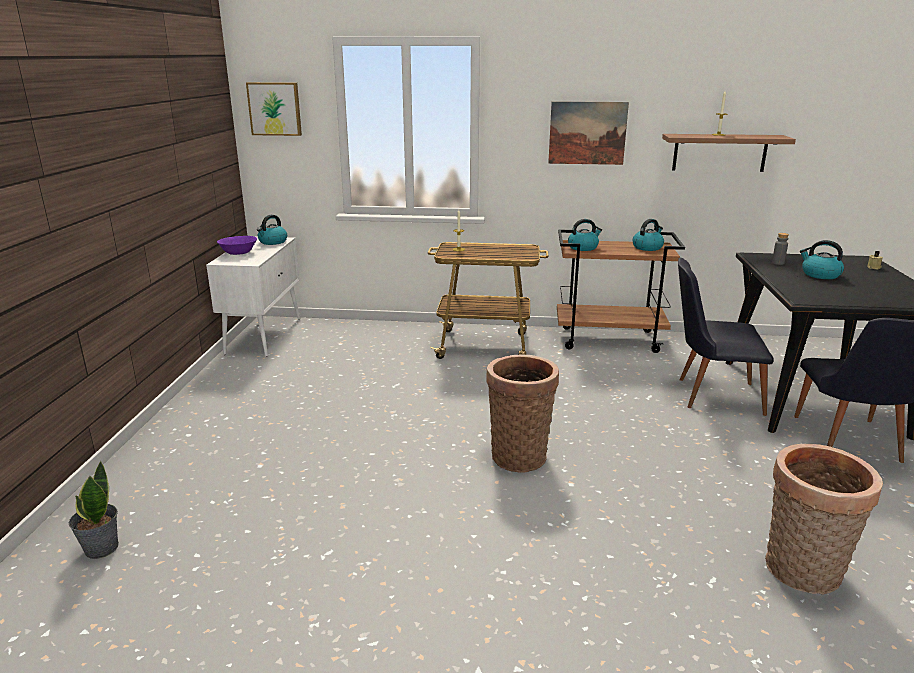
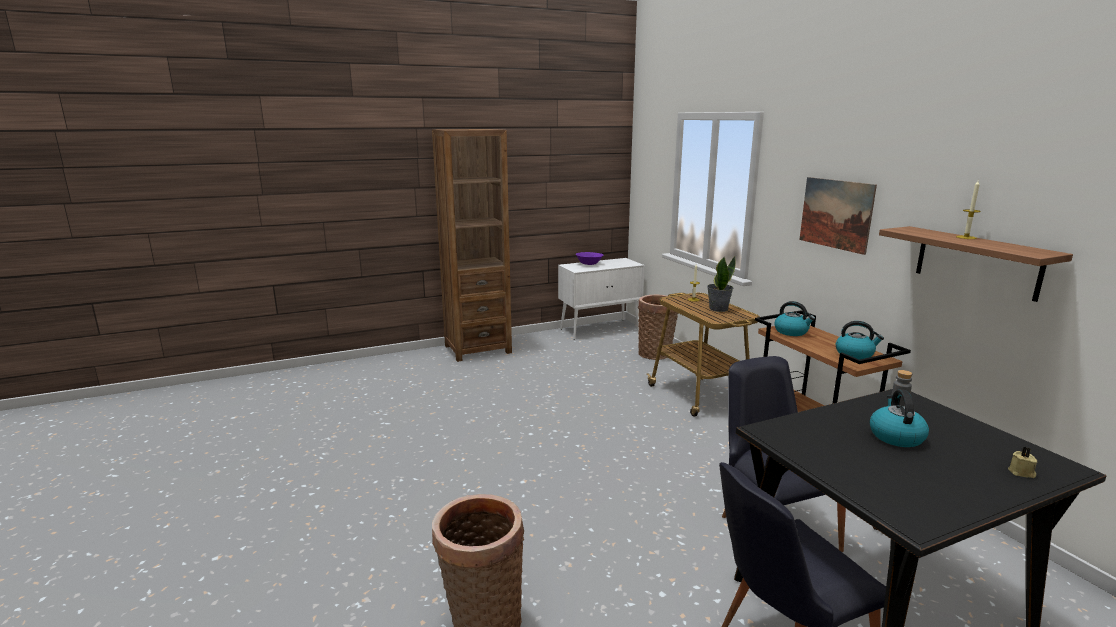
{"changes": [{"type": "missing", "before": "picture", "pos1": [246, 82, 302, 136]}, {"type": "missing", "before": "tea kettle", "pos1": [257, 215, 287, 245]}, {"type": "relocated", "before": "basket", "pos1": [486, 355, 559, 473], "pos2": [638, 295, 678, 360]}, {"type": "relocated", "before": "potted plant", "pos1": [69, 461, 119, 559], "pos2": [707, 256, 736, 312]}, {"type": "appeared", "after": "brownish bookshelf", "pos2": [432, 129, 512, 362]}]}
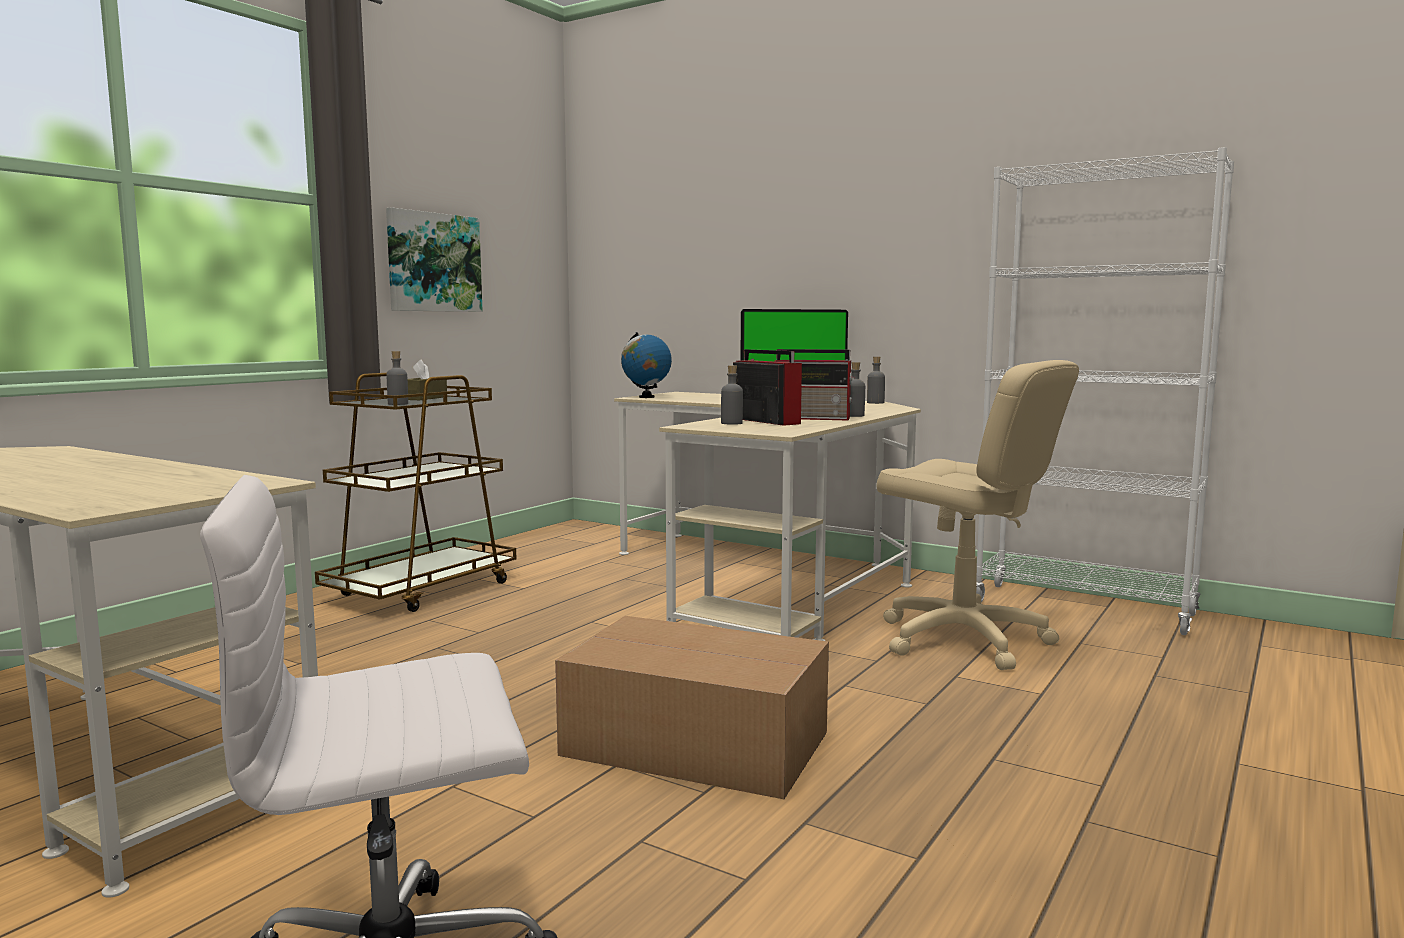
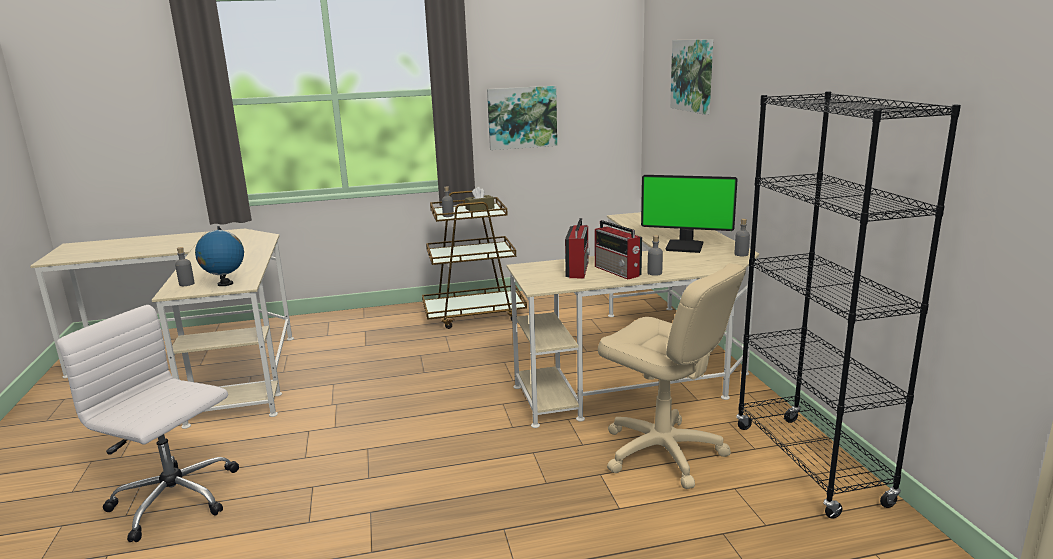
{"changes": [{"type": "colour", "before": "white bookshelf", "after": "black-coloured bookshelf", "pos1": [976, 147, 1234, 635], "pos2": [736, 91, 961, 519]}, {"type": "relocated", "before": "desk globe", "pos1": [621, 332, 672, 398], "pos2": [195, 226, 244, 286]}, {"type": "spun", "before": "sand-coloured office chair", "pos1": [877, 360, 1079, 670], "pos2": [598, 263, 746, 489], "turn": -45}, {"type": "relocated", "before": "gray bottle", "pos1": [721, 365, 743, 425], "pos2": [175, 247, 195, 286]}, {"type": "missing", "before": "carton", "pos1": [555, 616, 829, 799]}, {"type": "appeared", "after": "picture", "pos2": [670, 40, 713, 115]}]}
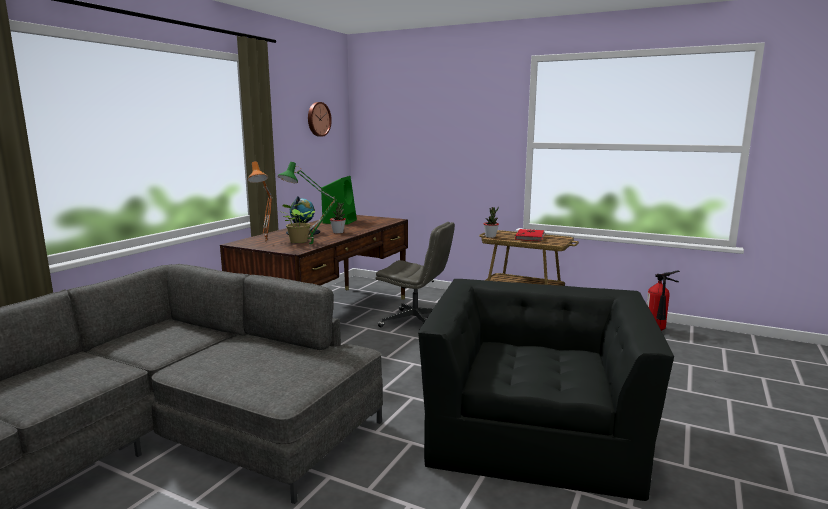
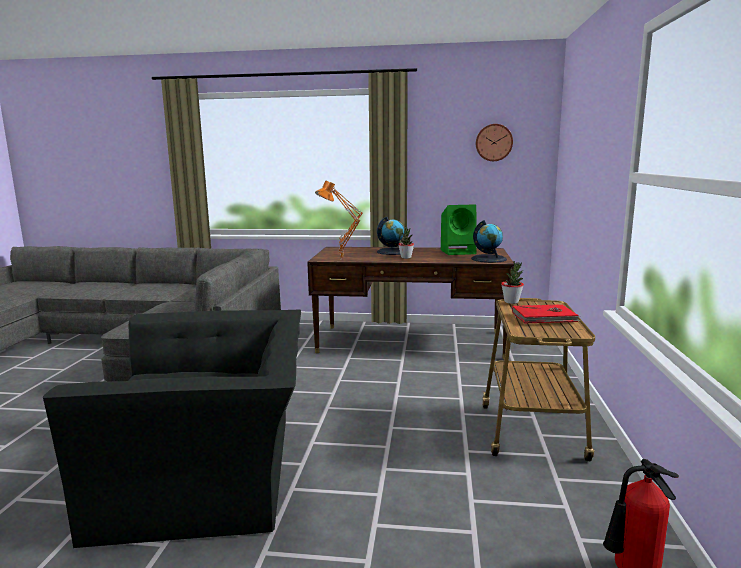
{"changes": [{"type": "colour", "before": "green lamp for a table", "after": "orange-coloured lamp for a table", "pos1": [278, 162, 337, 244], "pos2": [318, 182, 360, 260]}, {"type": "missing", "before": "potted plant", "pos1": [279, 203, 315, 243]}, {"type": "missing", "before": "gray office chair", "pos1": [376, 222, 455, 327]}, {"type": "appeared", "after": "desk globe", "pos2": [471, 220, 507, 263]}]}
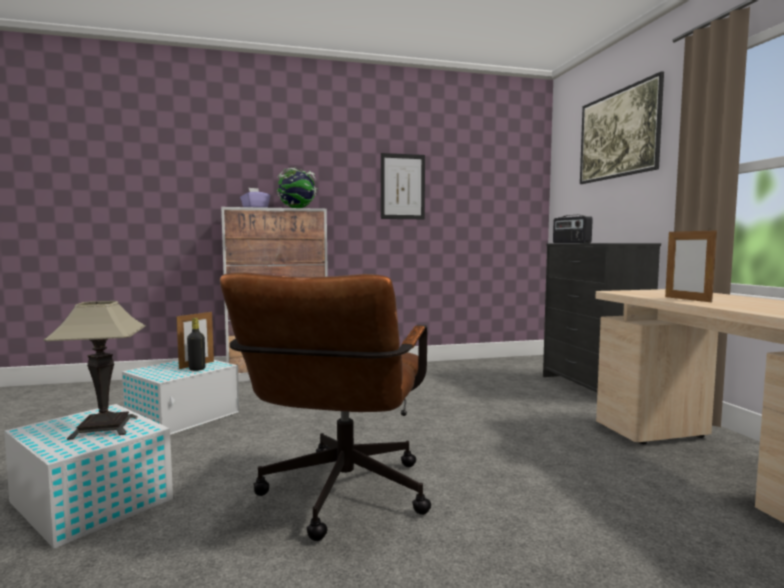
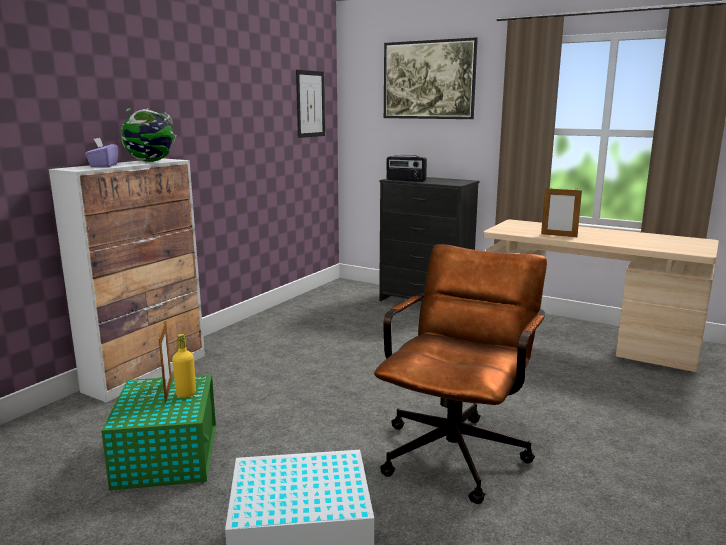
{"changes": [{"type": "relocated", "before": "picture", "pos1": [381, 153, 425, 219], "pos2": [296, 70, 325, 138]}, {"type": "spun", "before": "brownish office chair", "pos1": [220, 272, 431, 541], "pos2": [374, 244, 547, 504], "turn": -120}, {"type": "missing", "before": "lamp for a table", "pos1": [43, 301, 146, 440]}, {"type": "colour", "before": "black-coloured bottle", "after": "yellowish bottle", "pos1": [187, 318, 205, 371], "pos2": [172, 334, 196, 398]}, {"type": "colour", "before": "white storage container", "after": "green storage container", "pos1": [122, 360, 239, 435], "pos2": [101, 375, 216, 490]}]}
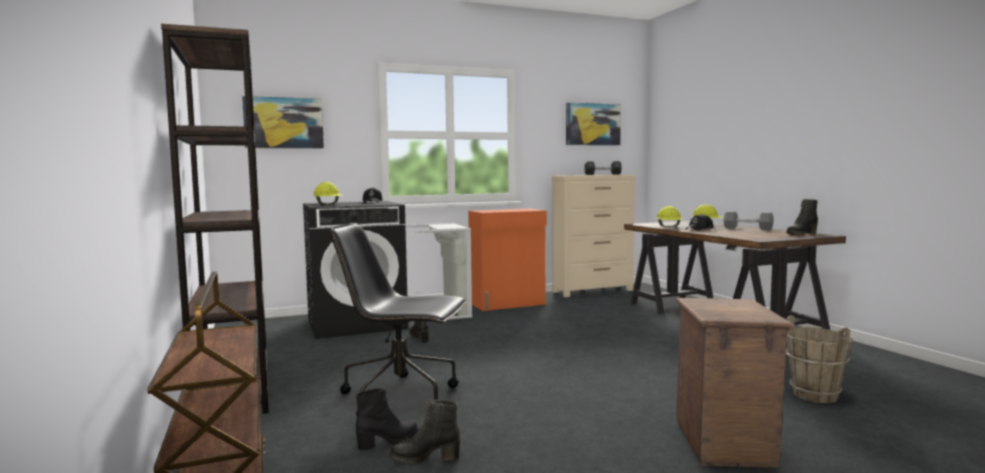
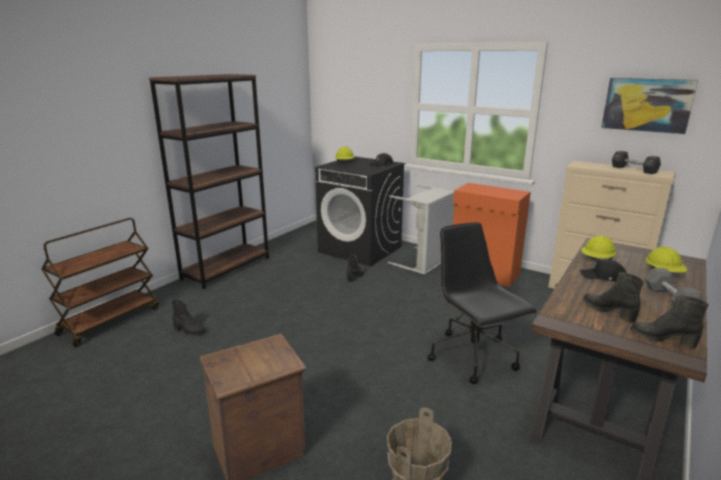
{"changes": [{"type": "missing", "before": "picture", "pos1": [242, 96, 324, 148]}, {"type": "relocated", "before": "black-coloured office chair", "pos1": [330, 223, 467, 416], "pos2": [428, 223, 538, 384]}, {"type": "relocated", "before": "black-coloured tall boot", "pos1": [390, 400, 460, 464], "pos2": [583, 272, 644, 323]}]}
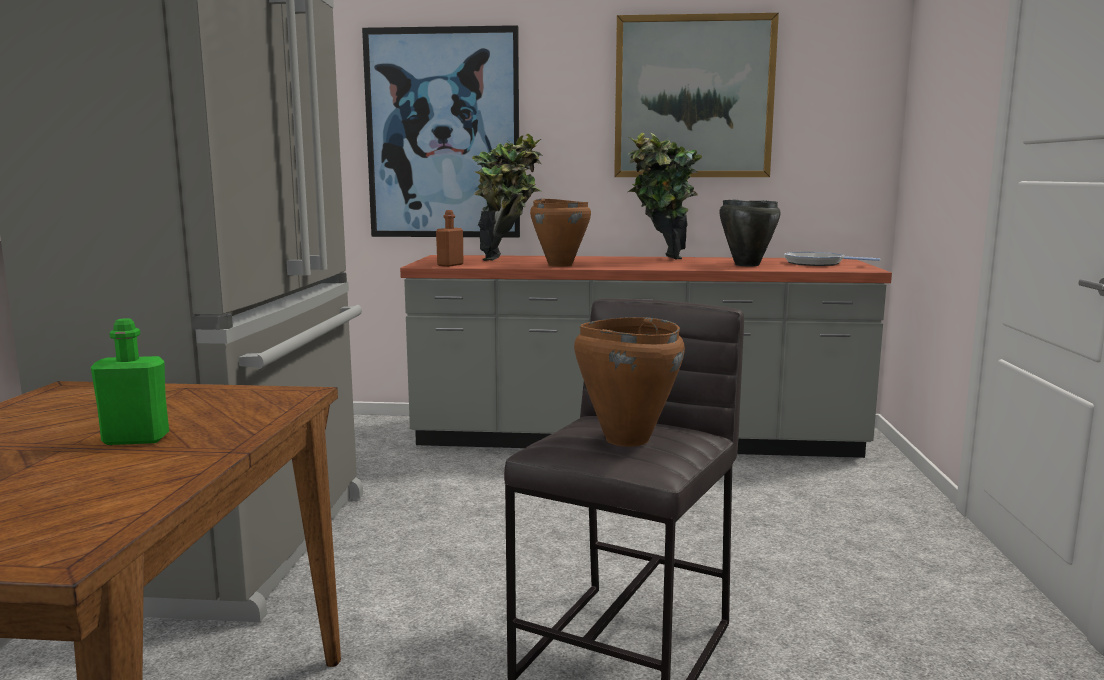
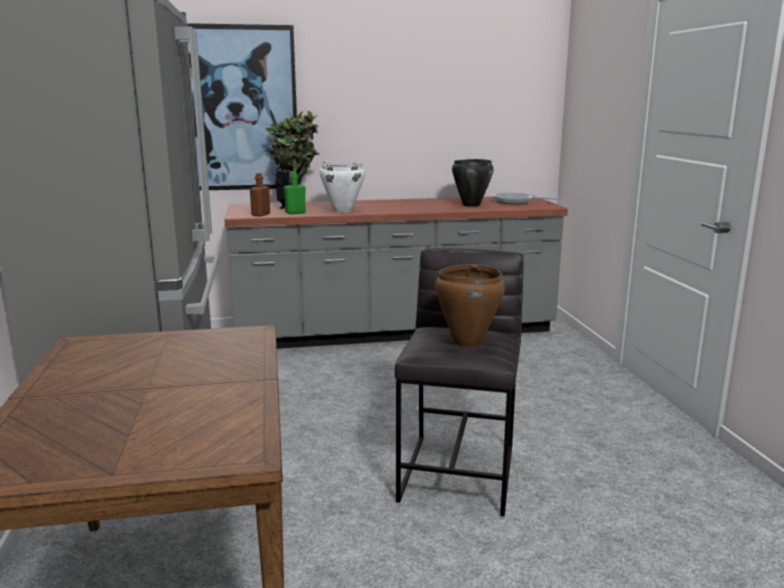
{"changes": [{"type": "missing", "before": "picture", "pos1": [614, 13, 779, 177]}, {"type": "missing", "before": "potted plant", "pos1": [628, 133, 702, 259]}, {"type": "colour", "before": "brownish saucepot", "after": "white saucepot", "pos1": [530, 198, 591, 267], "pos2": [320, 162, 365, 213]}, {"type": "relocated", "before": "green bottle", "pos1": [91, 319, 169, 445], "pos2": [283, 172, 306, 214]}]}
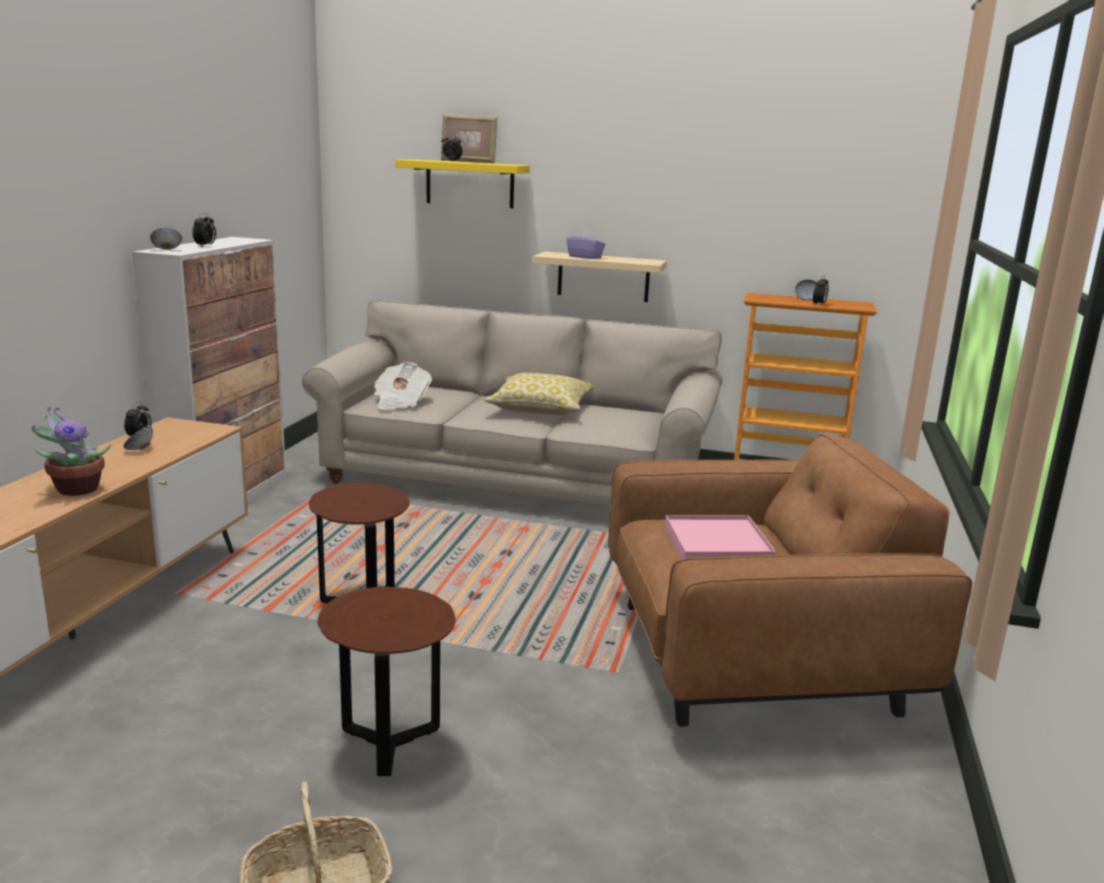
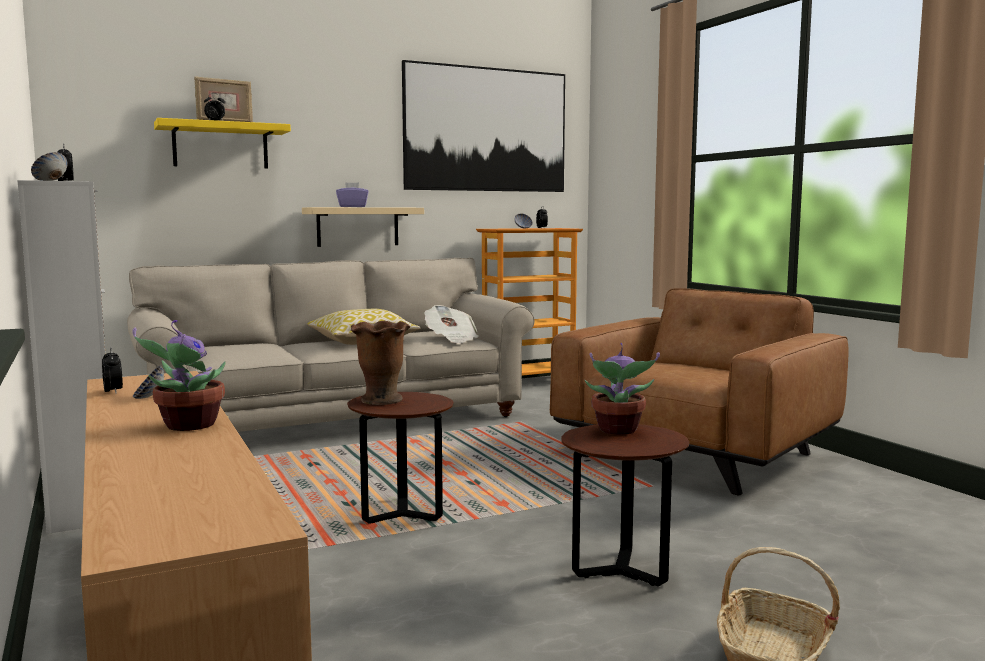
{"changes": [{"type": "relocated", "before": "newspaper", "pos1": [374, 362, 432, 410], "pos2": [424, 305, 479, 344]}, {"type": "missing", "before": "pink-coloured tray", "pos1": [665, 515, 776, 559]}, {"type": "appeared", "after": "picture", "pos2": [402, 60, 565, 192]}, {"type": "appeared", "after": "brownish flower vase", "pos2": [351, 321, 411, 405]}, {"type": "appeared", "after": "potted plant", "pos2": [584, 343, 660, 435]}]}
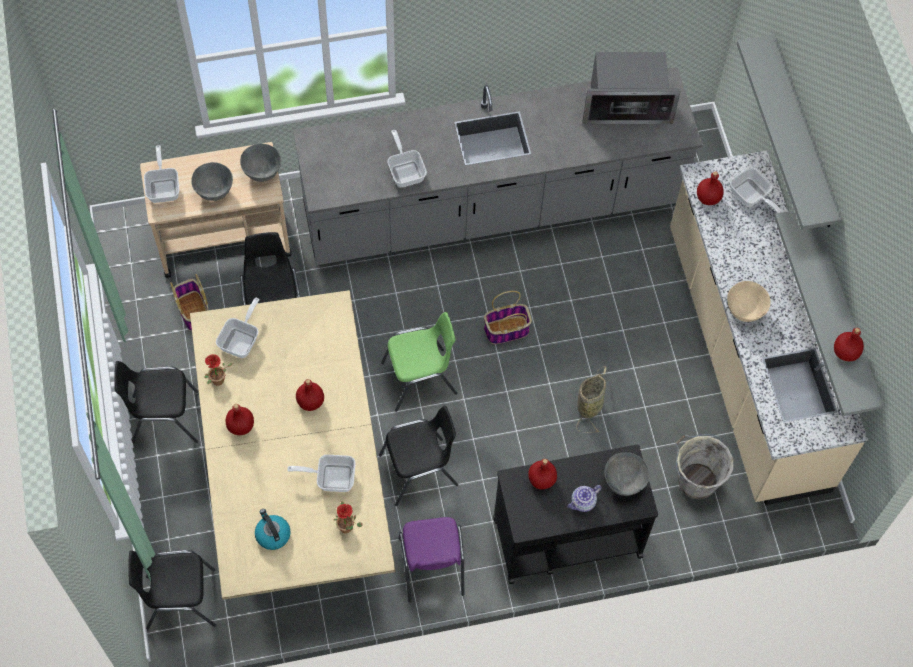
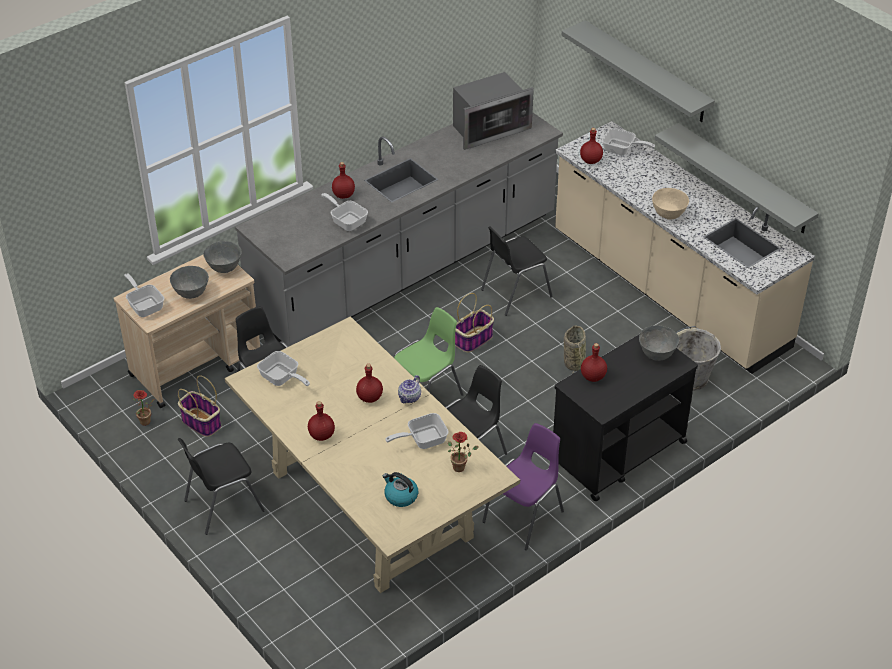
{"changes": [{"type": "spun", "before": "frying pan", "pos1": [216, 298, 260, 358], "pos2": [257, 351, 310, 386], "turn": 135}, {"type": "relocated", "before": "red bottle", "pos1": [834, 328, 864, 361], "pos2": [332, 162, 355, 199]}, {"type": "relocated", "before": "potted plant", "pos1": [204, 354, 233, 386], "pos2": [133, 390, 154, 426]}, {"type": "relocated", "before": "tea pot", "pos1": [567, 485, 602, 512], "pos2": [398, 375, 421, 403]}, {"type": "spun", "before": "purple-coloured upright chair", "pos1": [399, 517, 464, 603], "pos2": [482, 423, 564, 550], "turn": -105}, {"type": "relocated", "before": "black-coloured upright chair", "pos1": [128, 550, 216, 630], "pos2": [481, 226, 553, 316]}]}
